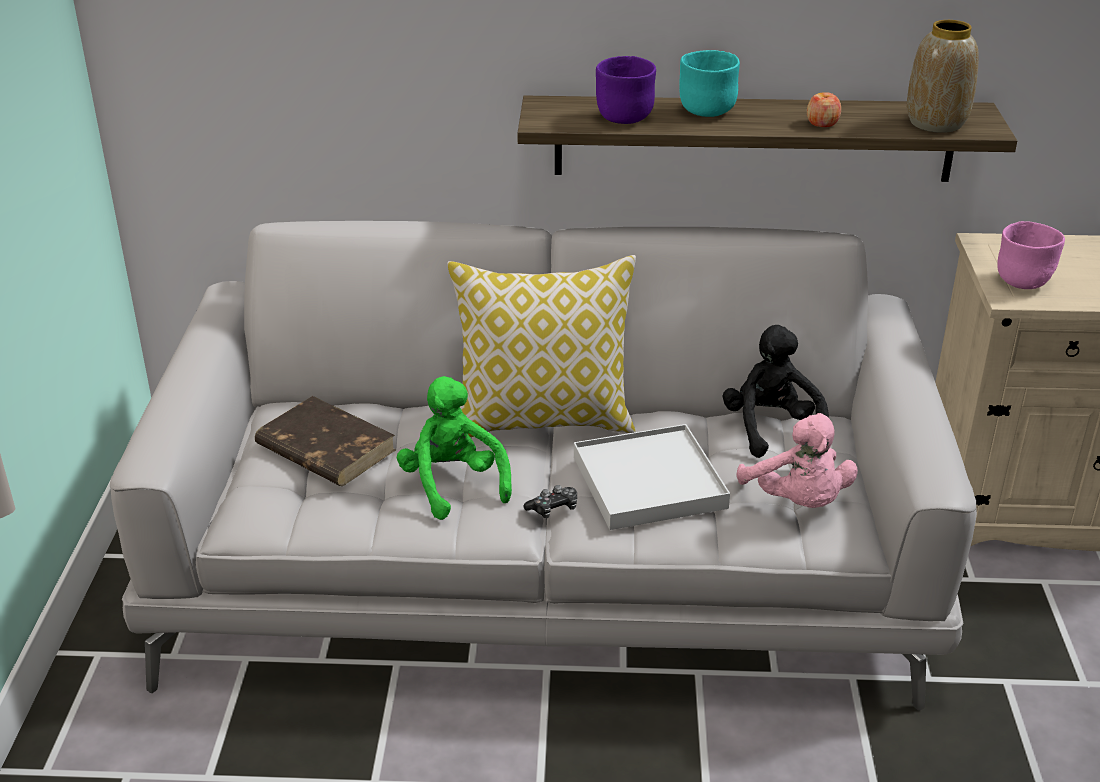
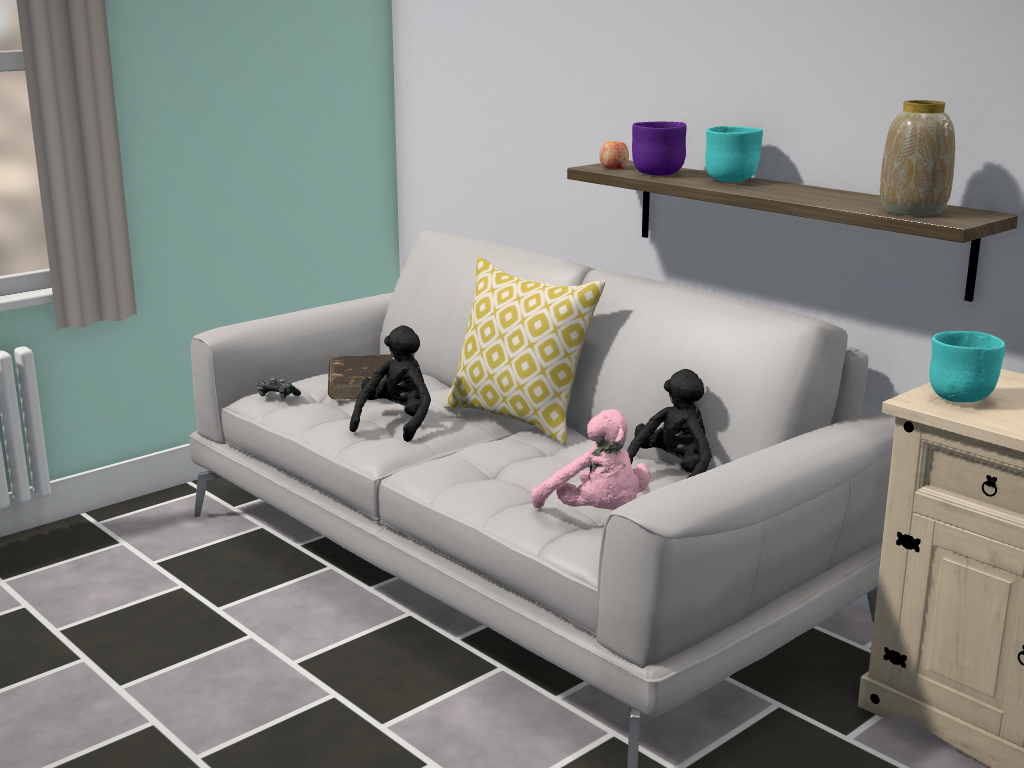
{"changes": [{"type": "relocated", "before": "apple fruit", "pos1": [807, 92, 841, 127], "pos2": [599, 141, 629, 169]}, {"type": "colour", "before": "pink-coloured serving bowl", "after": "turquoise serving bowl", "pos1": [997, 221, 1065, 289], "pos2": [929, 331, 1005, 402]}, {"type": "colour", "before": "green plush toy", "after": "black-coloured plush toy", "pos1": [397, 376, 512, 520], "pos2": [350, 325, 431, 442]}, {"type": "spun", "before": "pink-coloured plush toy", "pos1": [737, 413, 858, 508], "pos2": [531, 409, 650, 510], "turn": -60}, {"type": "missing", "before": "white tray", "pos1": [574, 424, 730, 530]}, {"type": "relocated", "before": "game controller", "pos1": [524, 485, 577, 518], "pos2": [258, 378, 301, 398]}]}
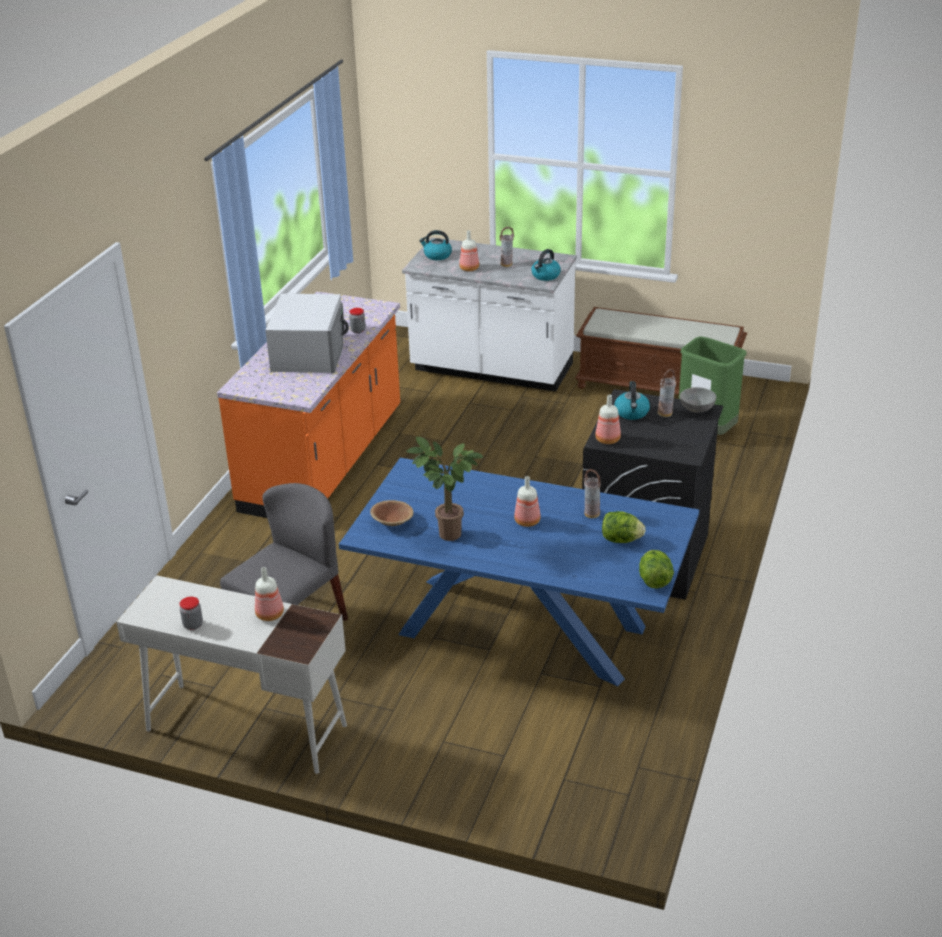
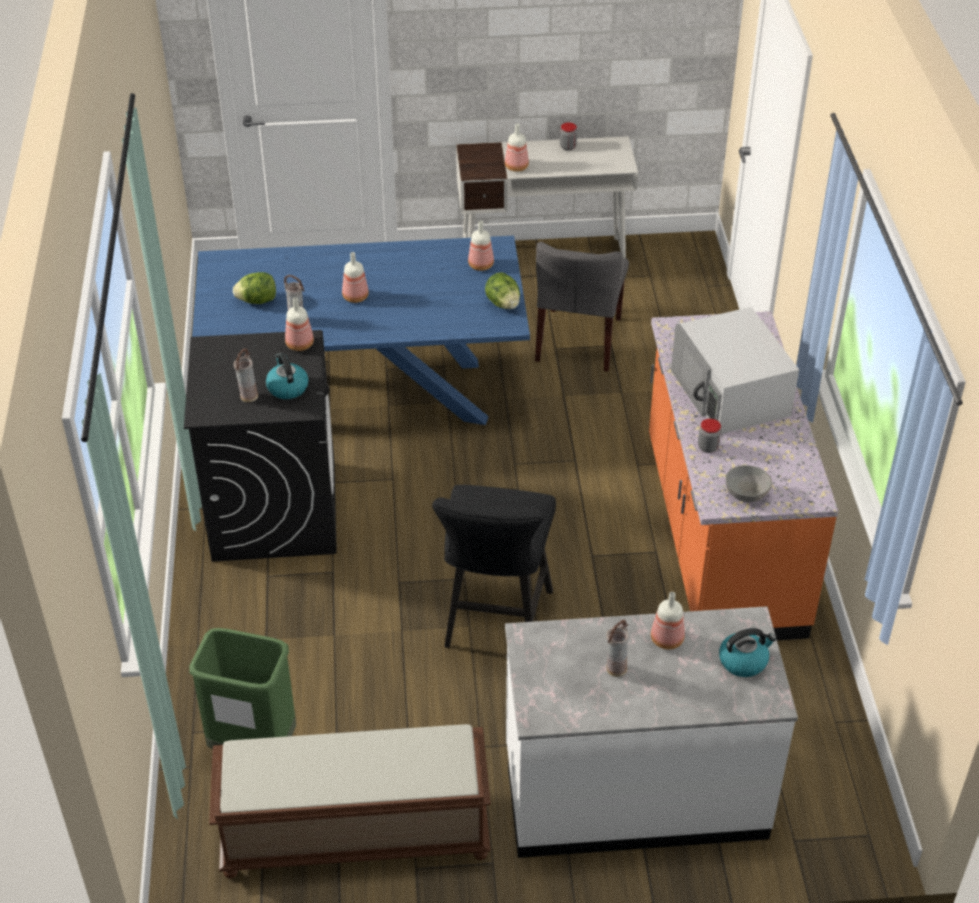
{"changes": [{"type": "missing", "before": "tea kettle", "pos1": [531, 249, 561, 281]}, {"type": "relocated", "before": "gray serving bowl", "pos1": [680, 387, 716, 413], "pos2": [726, 465, 772, 502]}, {"type": "missing", "before": "potted plant", "pos1": [406, 437, 483, 541]}, {"type": "exchanged", "before": "brownish serving bowl", "after": "bottle", "pos1": [370, 500, 413, 526], "pos2": [468, 221, 494, 271]}, {"type": "relocated", "before": "head of lettuce", "pos1": [639, 550, 674, 589], "pos2": [485, 272, 520, 309]}, {"type": "appeared", "after": "black-coloured stool seat", "pos2": [432, 485, 556, 648]}]}
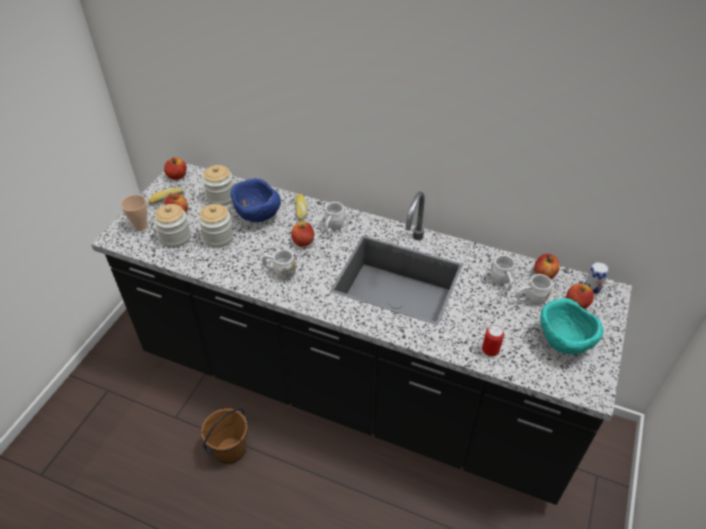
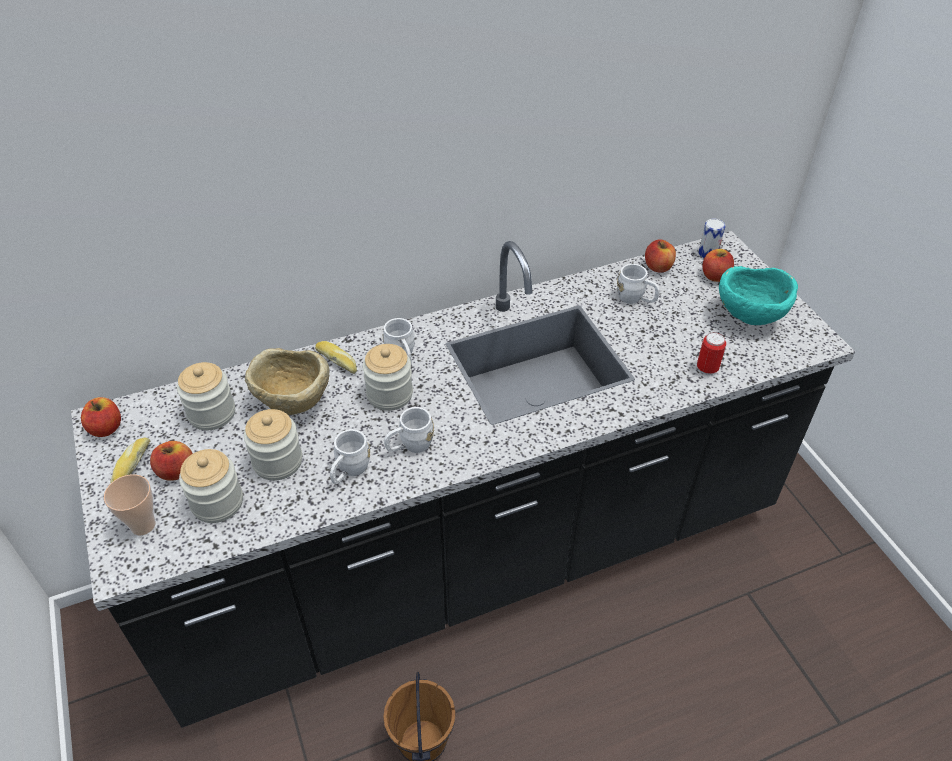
{"changes": [{"type": "colour", "before": "blue-coloured serving bowl", "after": "sand-coloured serving bowl", "pos1": [231, 178, 281, 222], "pos2": [245, 348, 329, 415]}, {"type": "exchanged", "before": "apple fruit", "after": "storage jar", "pos1": [291, 222, 314, 247], "pos2": [363, 344, 413, 411]}, {"type": "relocated", "before": "white coffee mug", "pos1": [517, 274, 552, 305], "pos2": [330, 429, 370, 484]}]}
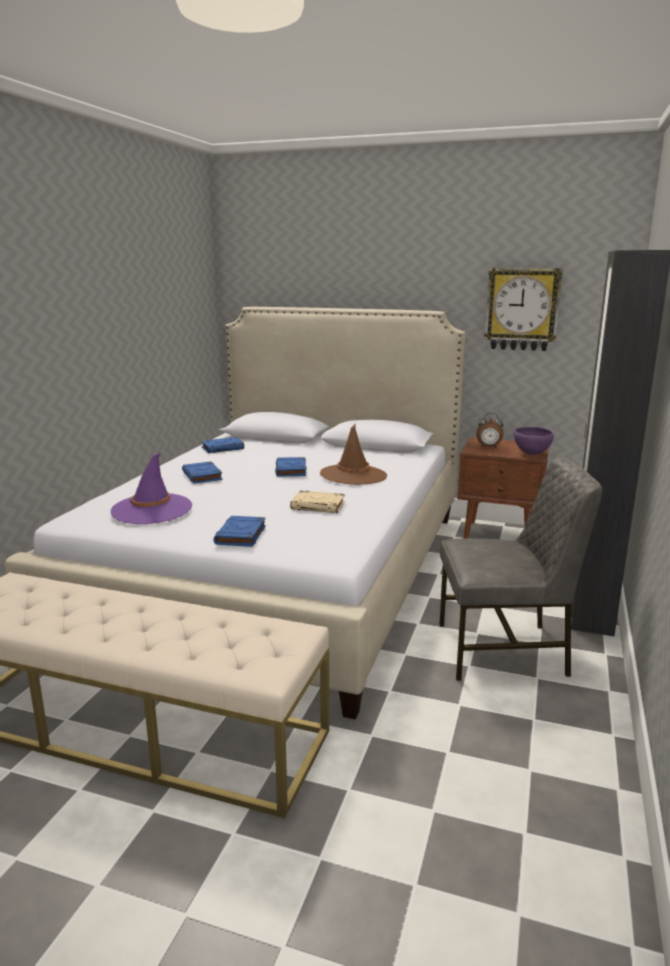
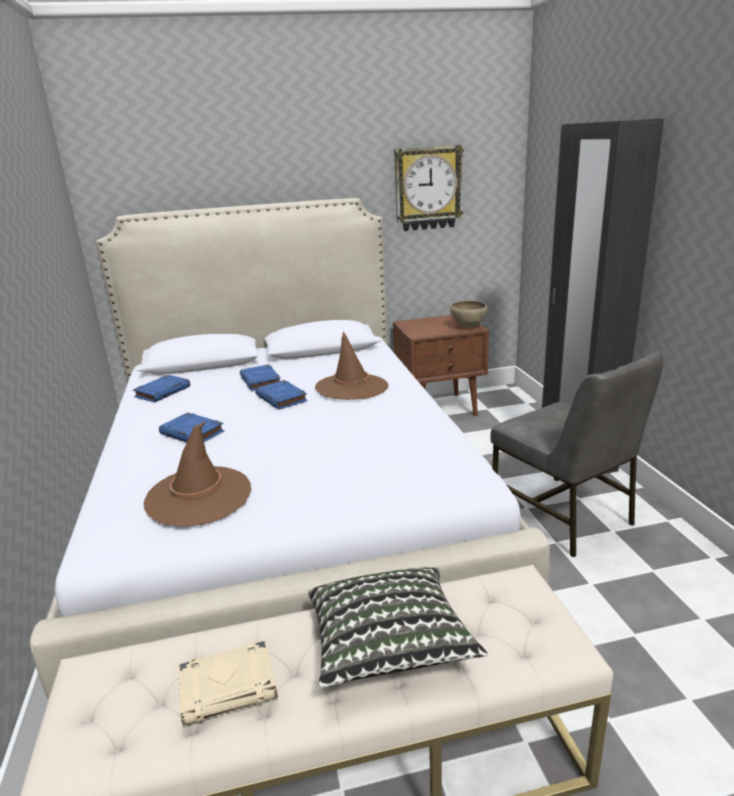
{"changes": [{"type": "missing", "before": "alarm clock", "pos1": [476, 413, 504, 448]}, {"type": "colour", "before": "purple-coloured serving bowl", "after": "brownish serving bowl", "pos1": [513, 427, 554, 455], "pos2": [450, 300, 488, 327]}, {"type": "colour", "before": "purple-coloured wearable hat", "after": "brownish wearable hat", "pos1": [111, 453, 192, 524], "pos2": [144, 422, 251, 527]}, {"type": "spun", "before": "gray upright chair", "pos1": [439, 458, 602, 681], "pos2": [490, 351, 664, 558], "turn": 90}, {"type": "relocated", "before": "sand-coloured book", "pos1": [290, 491, 345, 513], "pos2": [178, 640, 278, 726]}, {"type": "relocated", "before": "blue-coloured book", "pos1": [213, 516, 266, 547], "pos2": [240, 365, 281, 391]}, {"type": "appeared", "after": "cushion", "pos2": [308, 567, 488, 688]}]}
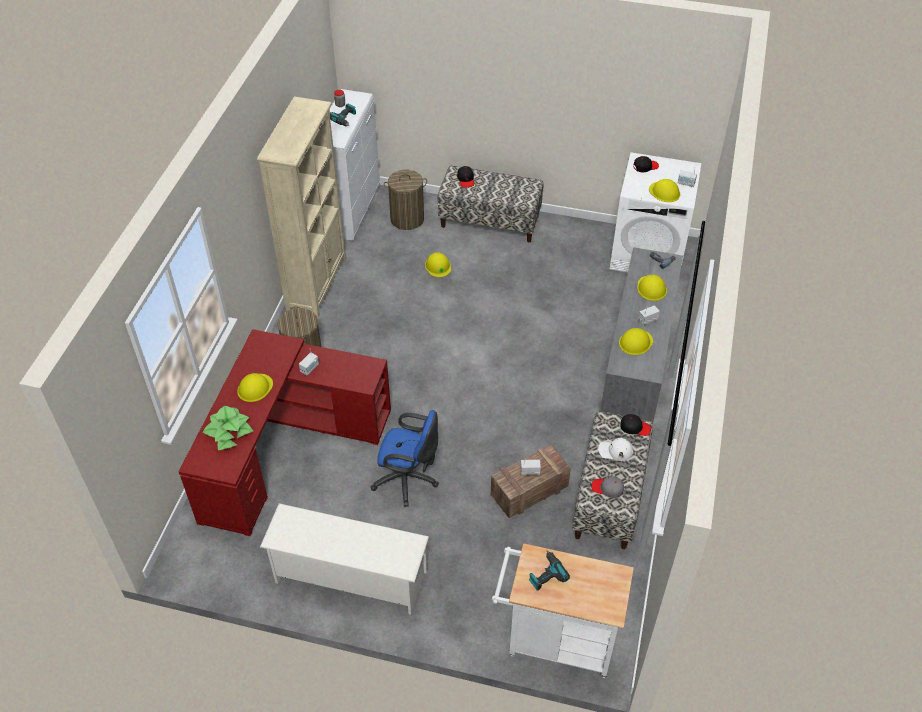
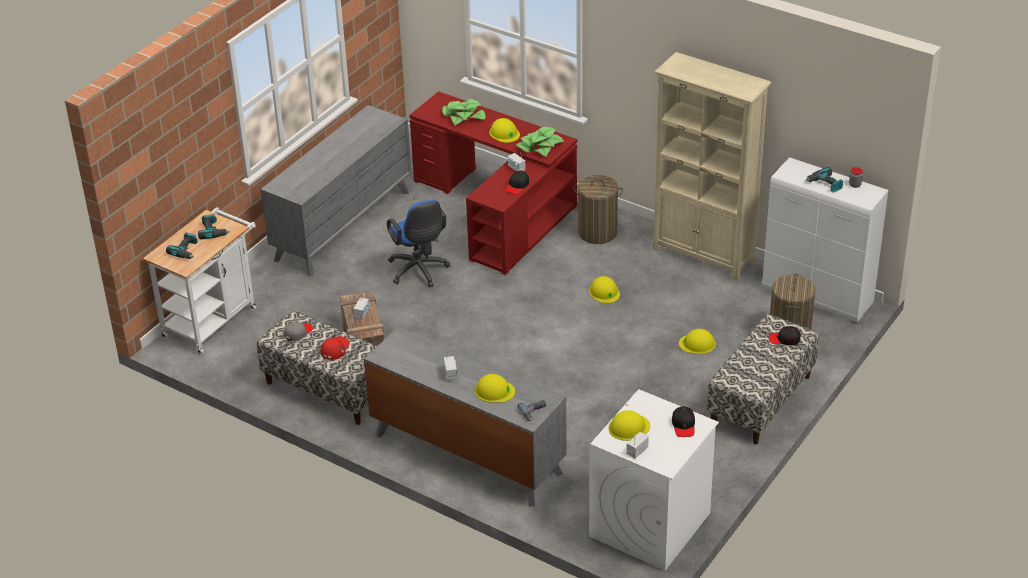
{"changes": [{"type": "relocated", "before": "yellowish hard hat", "pos1": [619, 328, 653, 355], "pos2": [589, 276, 620, 303]}, {"type": "spun", "before": "blue-coloured office chair", "pos1": [371, 410, 439, 507], "pos2": [387, 200, 450, 287], "turn": -60}, {"type": "relocated", "before": "black-coloured baseball cap", "pos1": [620, 414, 651, 436], "pos2": [505, 171, 529, 194]}, {"type": "colour", "before": "white baseball cap", "after": "red baseball cap", "pos1": [598, 438, 633, 461], "pos2": [321, 336, 350, 360]}, {"type": "exchanged", "before": "white shoe rack", "after": "gray chest of drawers", "pos1": [260, 503, 429, 615], "pos2": [261, 105, 412, 277]}, {"type": "appeared", "after": "potted plant", "pos2": [516, 127, 564, 157]}, {"type": "appeared", "after": "power drill", "pos2": [166, 233, 197, 259]}]}
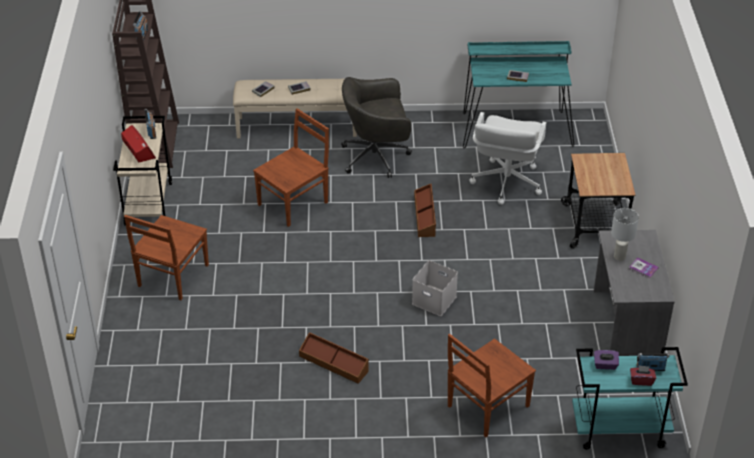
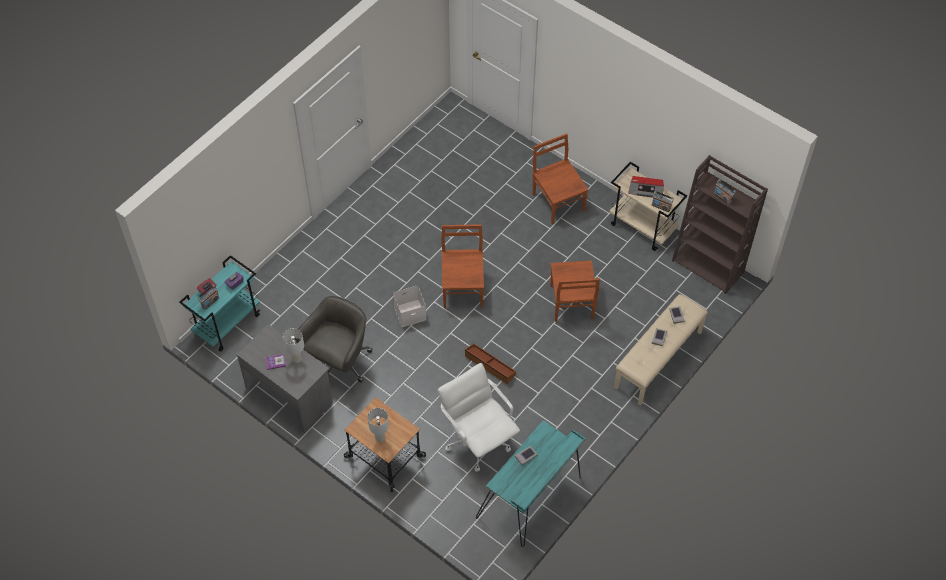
{"changes": [{"type": "relocated", "before": "gray office chair", "pos1": [341, 77, 412, 178], "pos2": [295, 296, 373, 383]}, {"type": "missing", "before": "brownish storage container", "pos1": [299, 332, 369, 384]}, {"type": "relocated", "before": "brownish upright chair", "pos1": [448, 334, 536, 438], "pos2": [441, 224, 484, 308]}, {"type": "appeared", "after": "white lamp for a table", "pos2": [368, 408, 389, 442]}]}
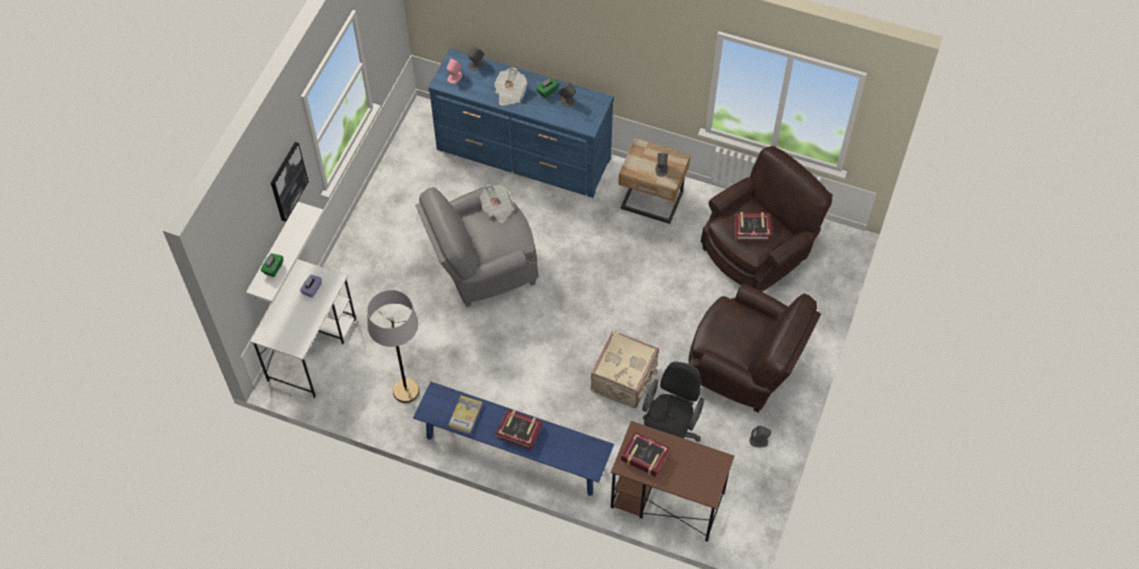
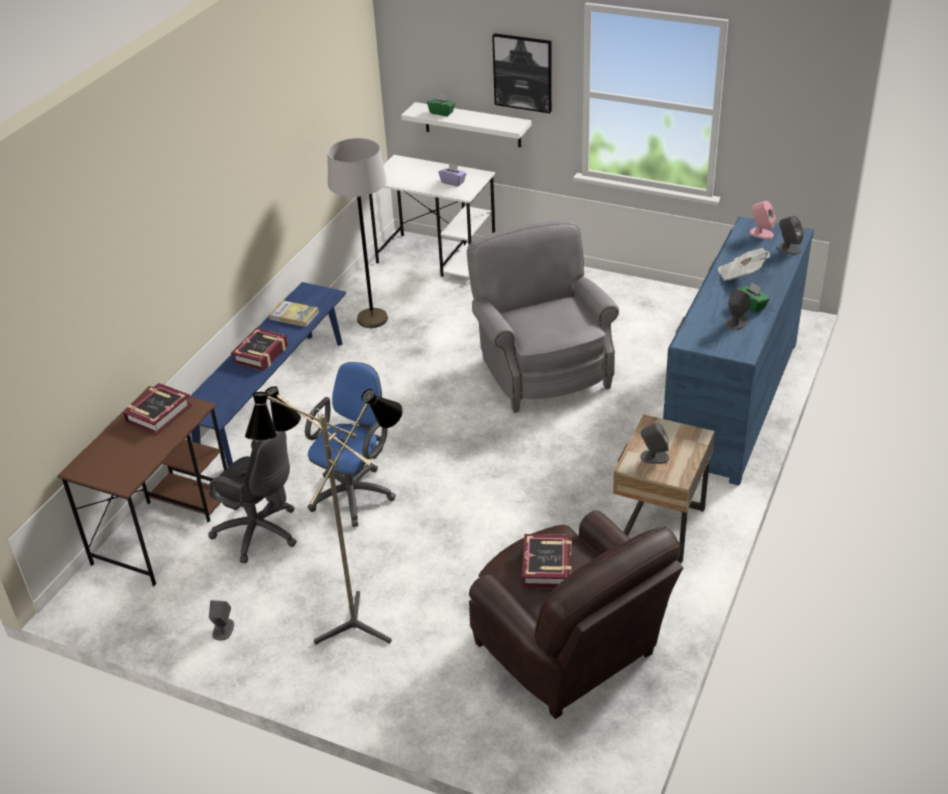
{"changes": [{"type": "missing", "before": "newspaper", "pos1": [480, 184, 514, 223]}, {"type": "exchanged", "before": "brownish armchair", "after": "floor lamp", "pos1": [688, 283, 821, 413], "pos2": [245, 386, 403, 645]}, {"type": "exchanged", "before": "sand-coloured travel case", "after": "blue-coloured office chair", "pos1": [591, 330, 659, 408], "pos2": [305, 362, 396, 527]}]}
